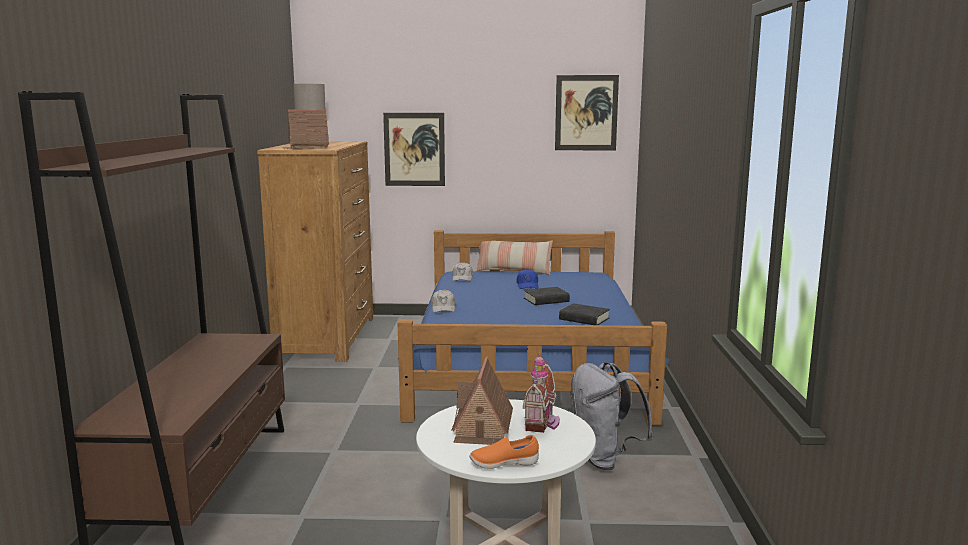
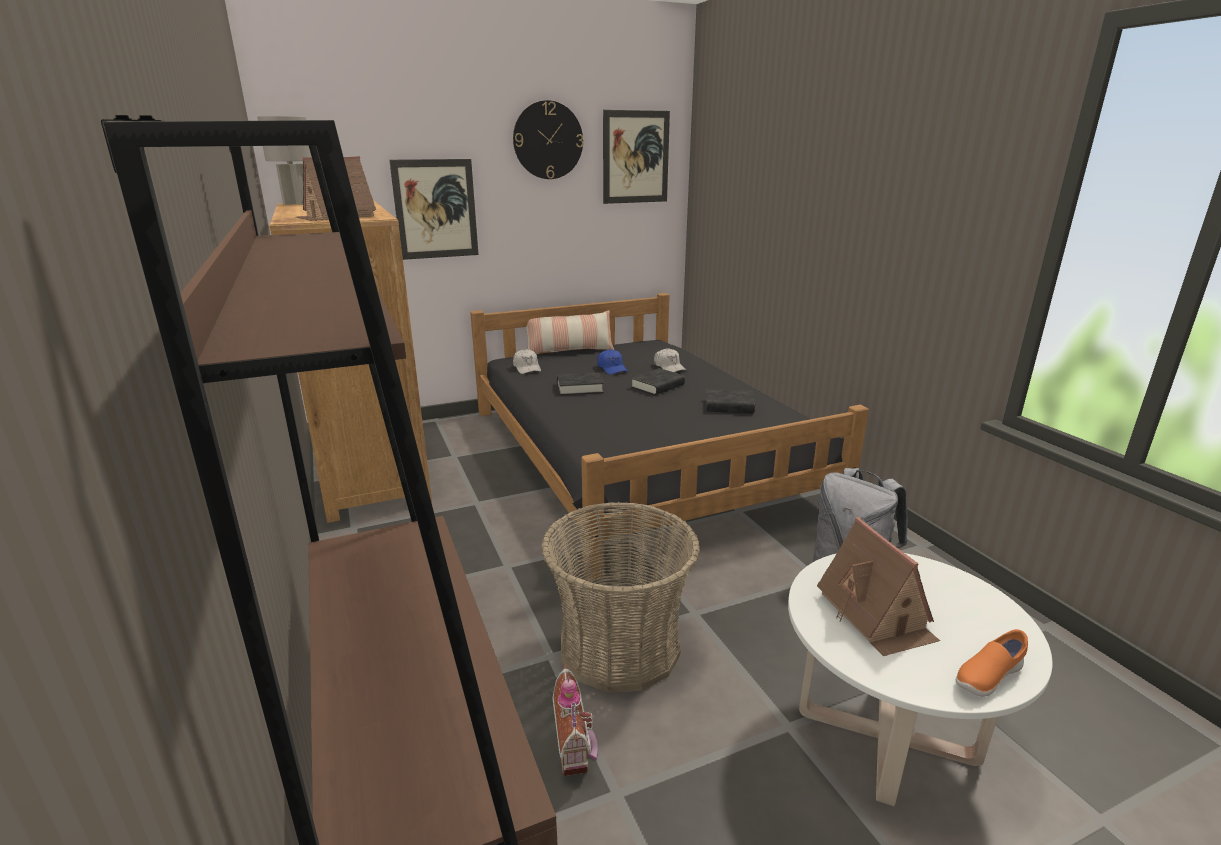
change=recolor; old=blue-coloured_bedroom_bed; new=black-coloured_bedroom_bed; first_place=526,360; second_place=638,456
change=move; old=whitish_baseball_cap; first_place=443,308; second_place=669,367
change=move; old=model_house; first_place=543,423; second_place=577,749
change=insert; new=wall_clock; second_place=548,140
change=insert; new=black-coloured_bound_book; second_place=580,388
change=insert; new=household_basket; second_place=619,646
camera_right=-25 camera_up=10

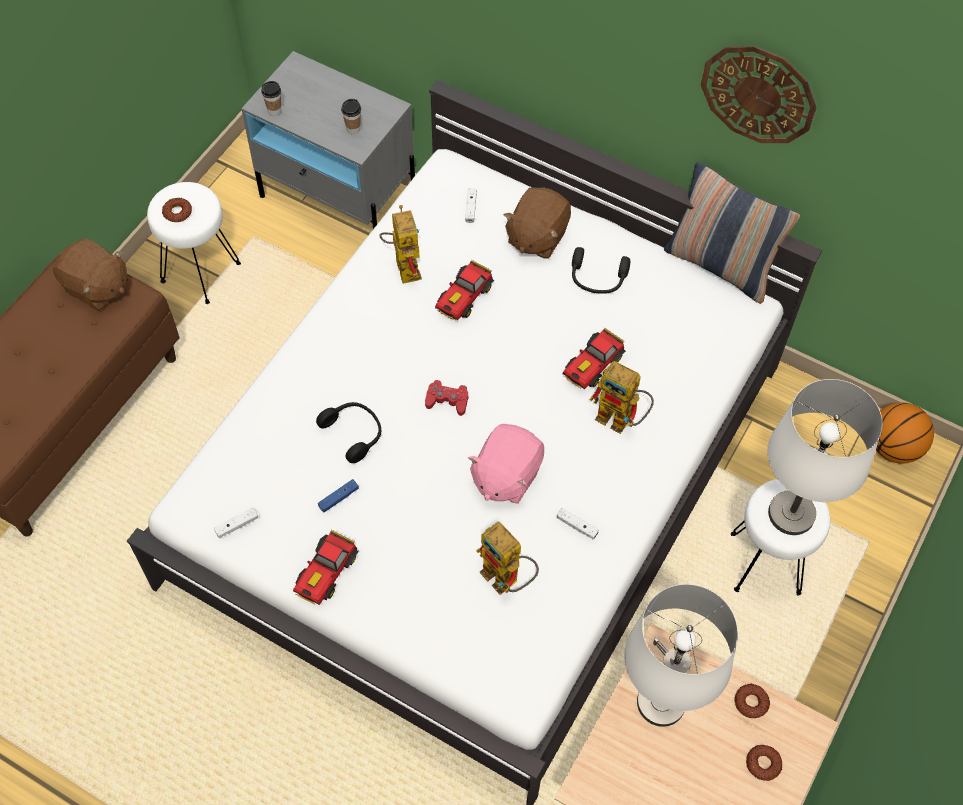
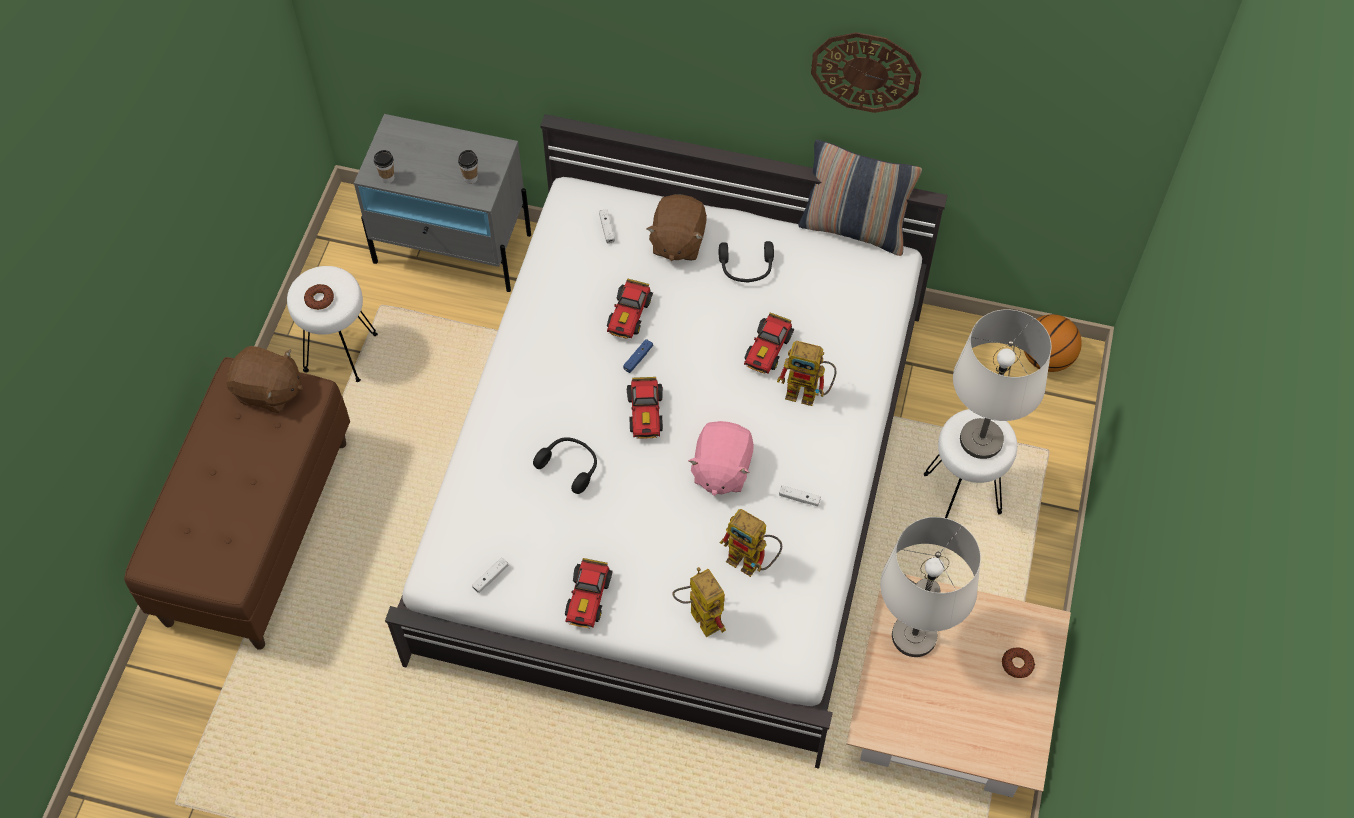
change=move; old=model_robot; first_place=403,265; second_place=699,615
change=replace; old=reddish_gamepad; new=toy_car; first_place=447,400; second_place=645,415
change=move; old=blue-coloured_gamepad; first_place=338,498; second_place=638,358
change=delete; old=ring_doughnut; first_place=751,702
camera_right=-15 camera_up=0

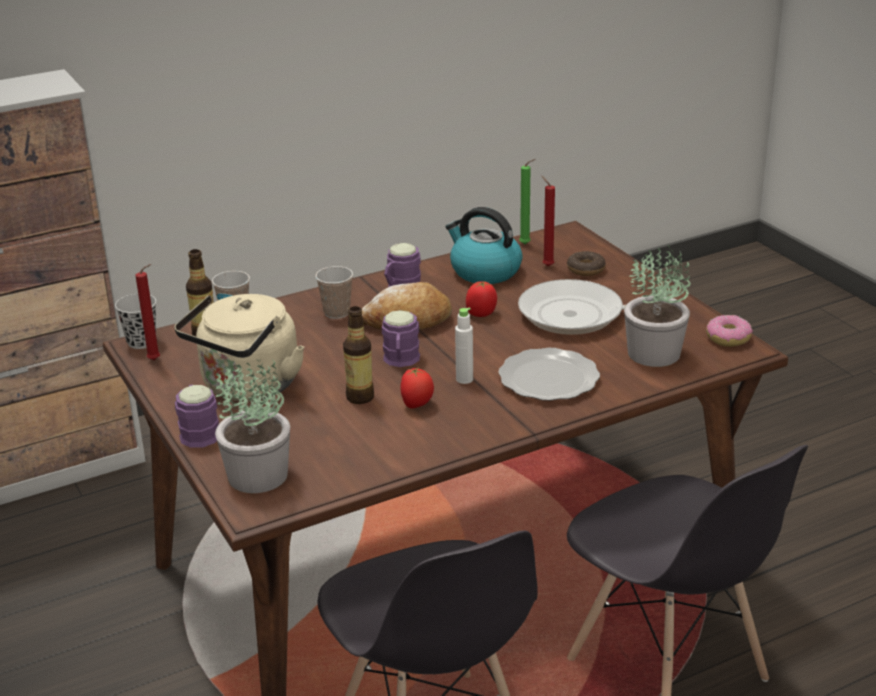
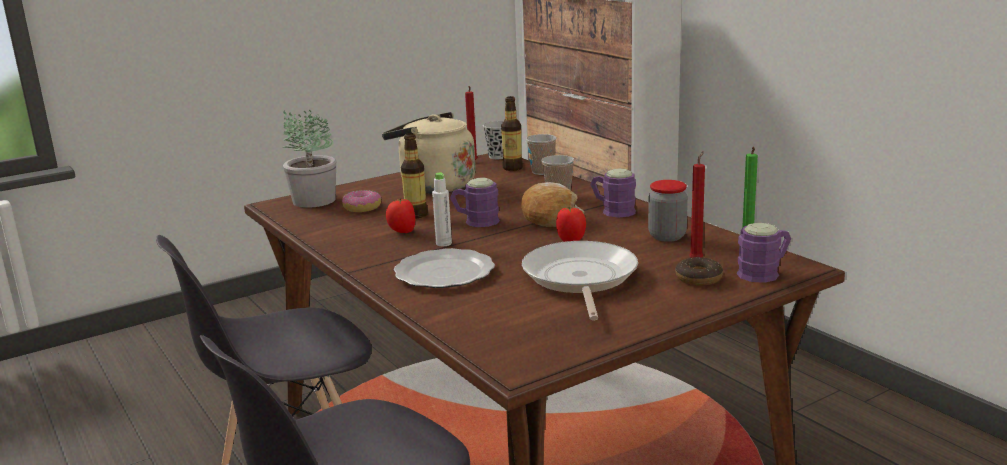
change=replace; old=tea_kettle; new=preserve_jar; first_place=484,271; second_place=667,236
change=delete; old=houseplant; first_place=655,353
change=move; old=ring_doughnut; first_place=728,338; second_place=362,208
change=move; old=purple_coffee_mug; first_place=198,431; second_place=764,273
camera_right=85 camera_up=-10

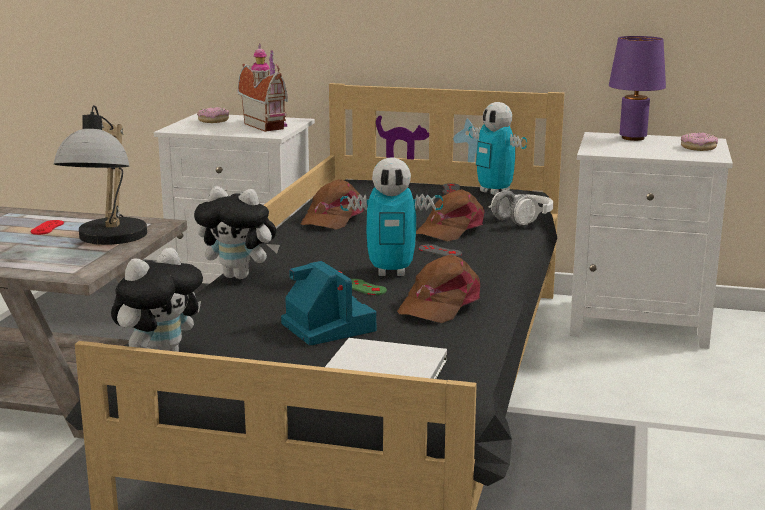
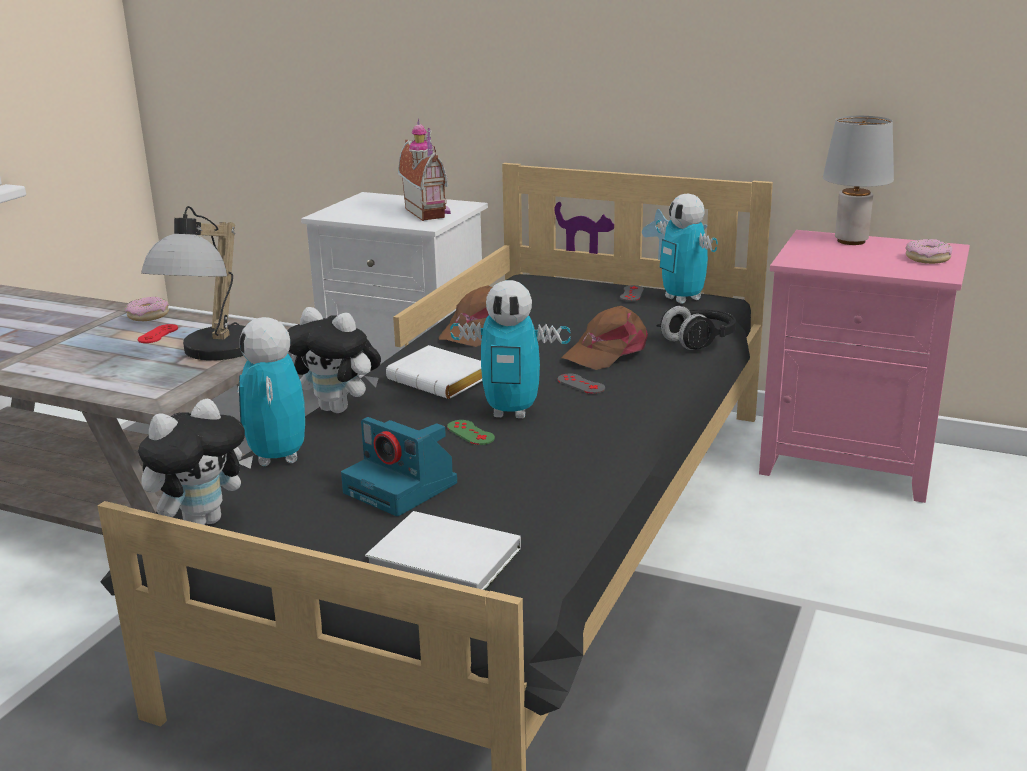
change=recolor; old=purple_lamp_for_a_table; new=greyish_lamp_for_a_table; first_place=632,138; second_place=850,241
change=move; old=ring_doughnut; first_place=213,120; second_place=148,316
change=recolor; old=whitish_nightstand; new=pink-coloured_nightstand; first_place=641,322; second_place=852,460
change=recolor; old=whitish_pair_of_headphones; new=black-coloured_pair_of_headphones; first_place=522,220; second_place=698,342
change=delete; old=brown_baseball_cap; first_place=440,304
change=rotate; old=photo_camera; first_place=326,326; second_place=403,488; degrees=150
change=insert; new=model_robot; second_place=278,458
change=insert; new=whitish_bound_book; second_place=442,381
camera_right=10 camera_up=5

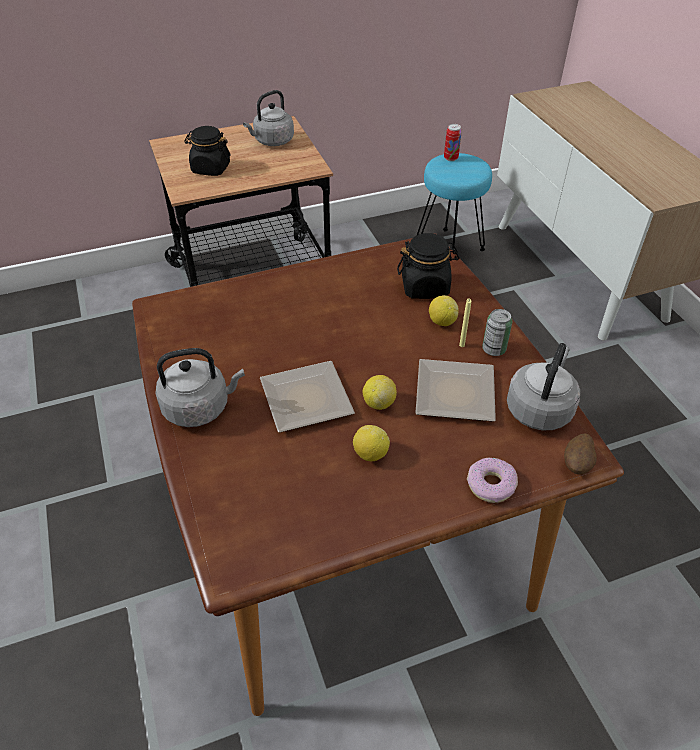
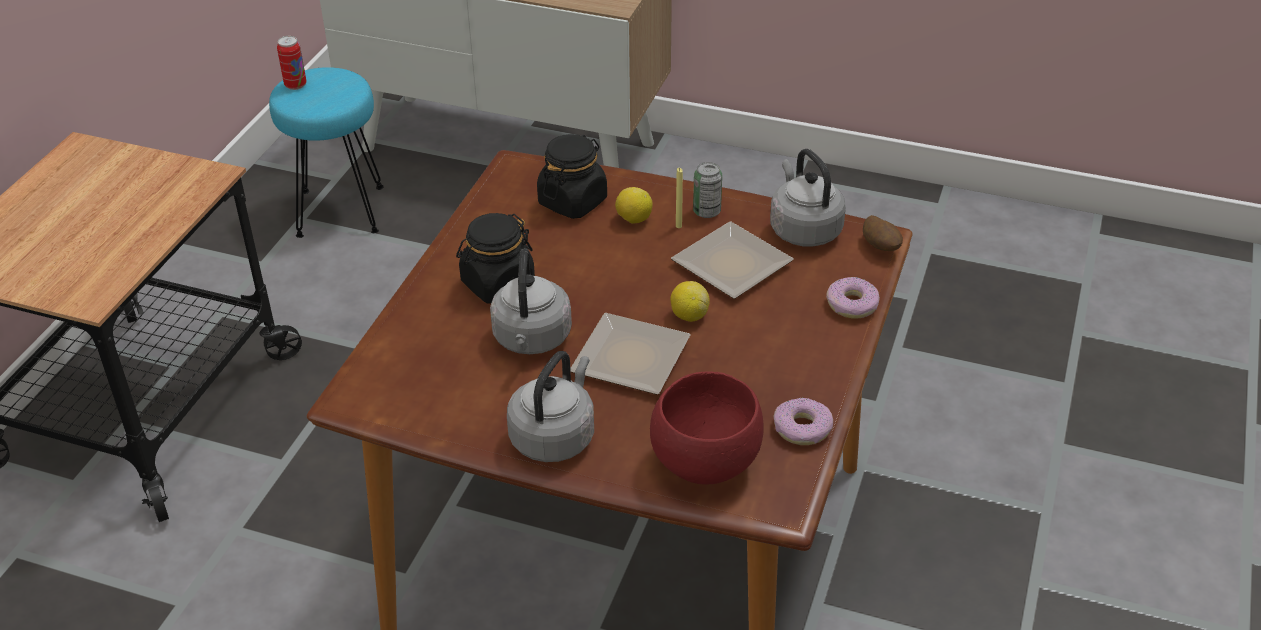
change=move; old=greyish_tea_kettle; first_place=272,141; second_place=531,340
change=move; old=black-coloured_preserve_jar; first_place=210,168; second_place=497,284
change=delete; old=whole_lemon; first_place=370,454
change=insert; new=reddish_bowl; second_place=702,463
change=insert; new=ring_doughnut; second_place=802,429
camera_right=-50 camera_up=-5

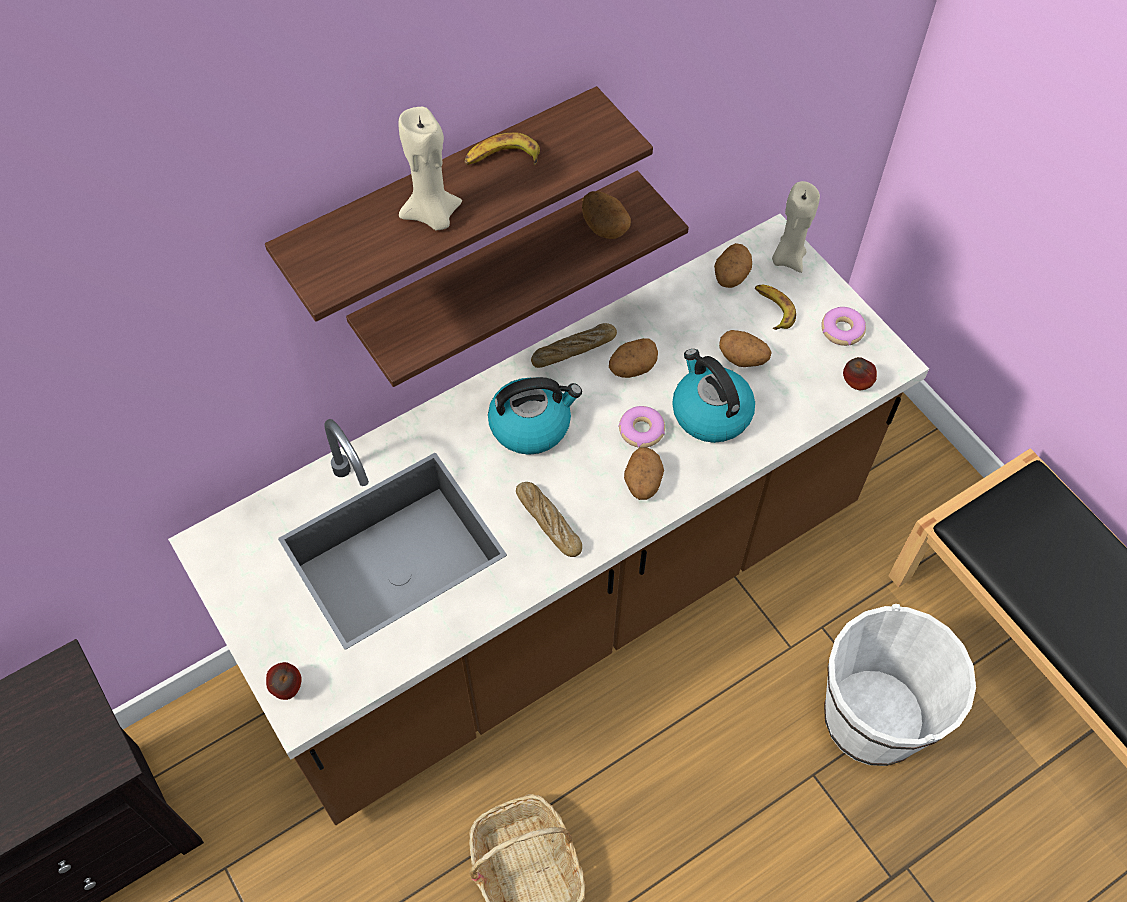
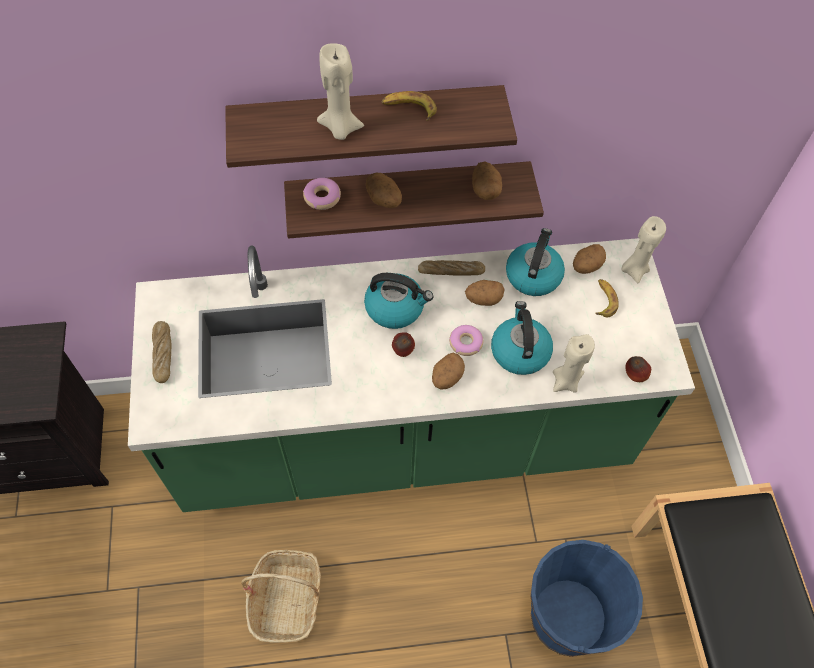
change=recolor; old=brown_kitchen_base_unit; new=green_kitchen_base_unit; first_place=563,595; second_place=404,436
change=move; old=ring_doughnut; first_place=842,330; second_place=322,197
change=move; old=spud; first_place=743,358; second_place=384,200
change=move; old=baked_bread; first_place=548,522; second_place=163,354
change=recolor; old=whitish_pail; new=blue-coloured_pail; first_place=872,718; second_place=567,617
change=move; old=whole_apple; first_place=287,689; second_place=403,351
change=insert; new=tea_kettle; second_place=533,275
change=insert; new=beige_candle; second_place=566,381
camera_right=25 camera_up=0

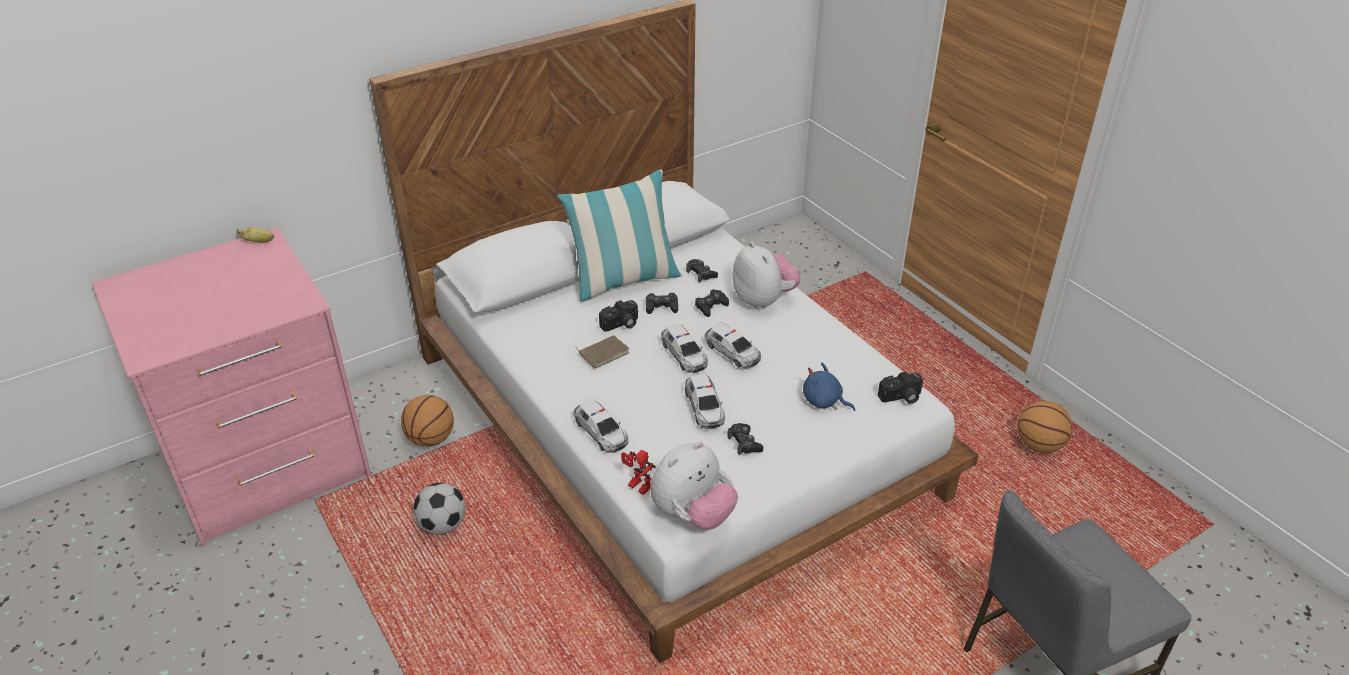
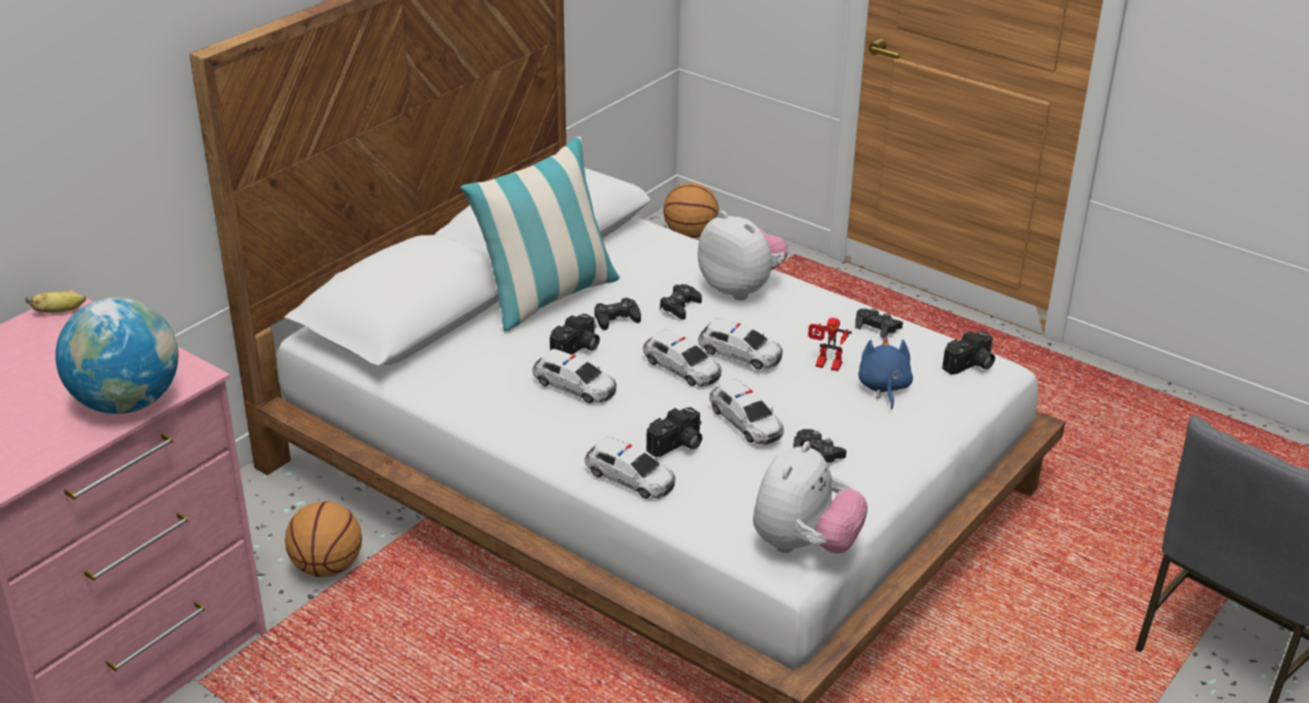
change=move; old=black-coloured_gamepad; first_place=701,274; second_place=877,327
change=replace; old=brown_bound_book; new=toy_car; first_place=603,353; second_place=575,386
change=rotate; old=blue-coloured_soft_toy; first_place=824,401; second_place=883,388; degrees=75
change=move; old=basketball; first_place=1039,445; second_place=690,234
change=move; old=model_robot; first_place=636,487; second_place=826,366
change=delete; old=football_ball; first_place=443,525
change=insert; new=globe; second_place=127,403
change=insert; new=photo_camera; second_place=677,445
camera_right=-20 camera_up=-5

